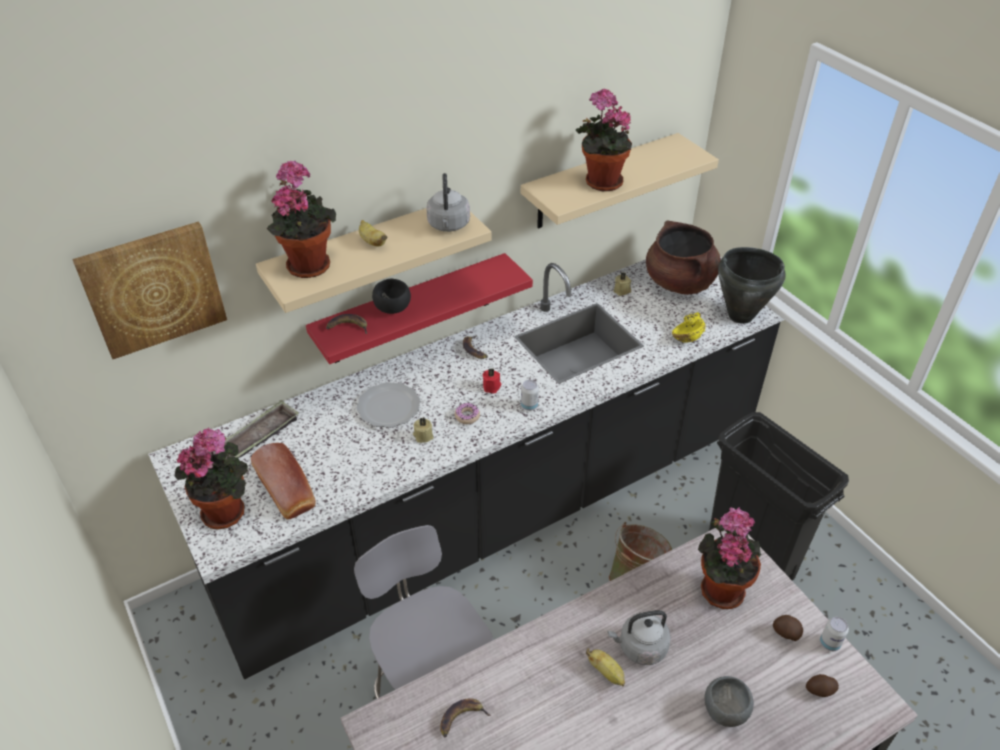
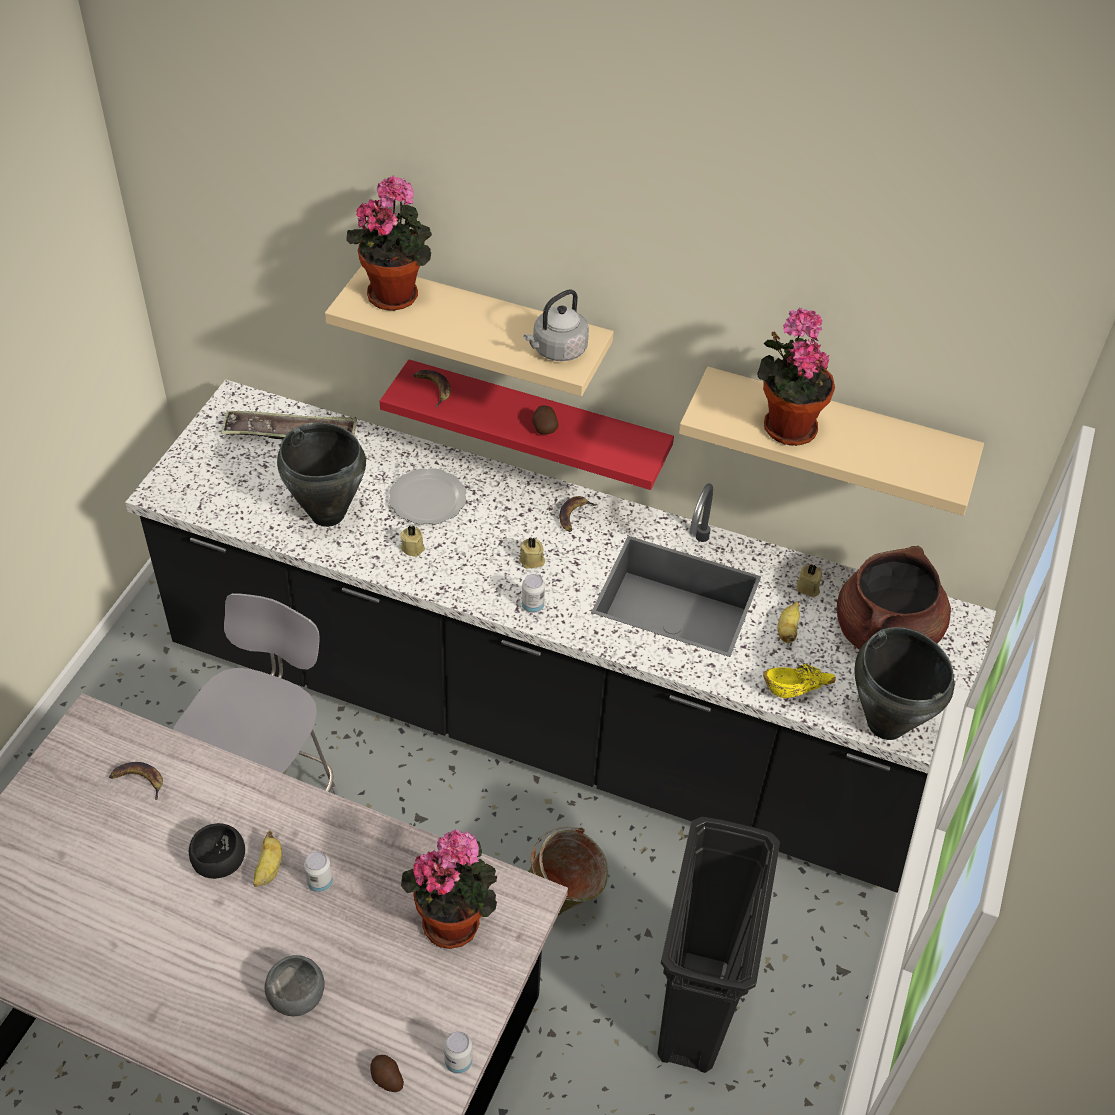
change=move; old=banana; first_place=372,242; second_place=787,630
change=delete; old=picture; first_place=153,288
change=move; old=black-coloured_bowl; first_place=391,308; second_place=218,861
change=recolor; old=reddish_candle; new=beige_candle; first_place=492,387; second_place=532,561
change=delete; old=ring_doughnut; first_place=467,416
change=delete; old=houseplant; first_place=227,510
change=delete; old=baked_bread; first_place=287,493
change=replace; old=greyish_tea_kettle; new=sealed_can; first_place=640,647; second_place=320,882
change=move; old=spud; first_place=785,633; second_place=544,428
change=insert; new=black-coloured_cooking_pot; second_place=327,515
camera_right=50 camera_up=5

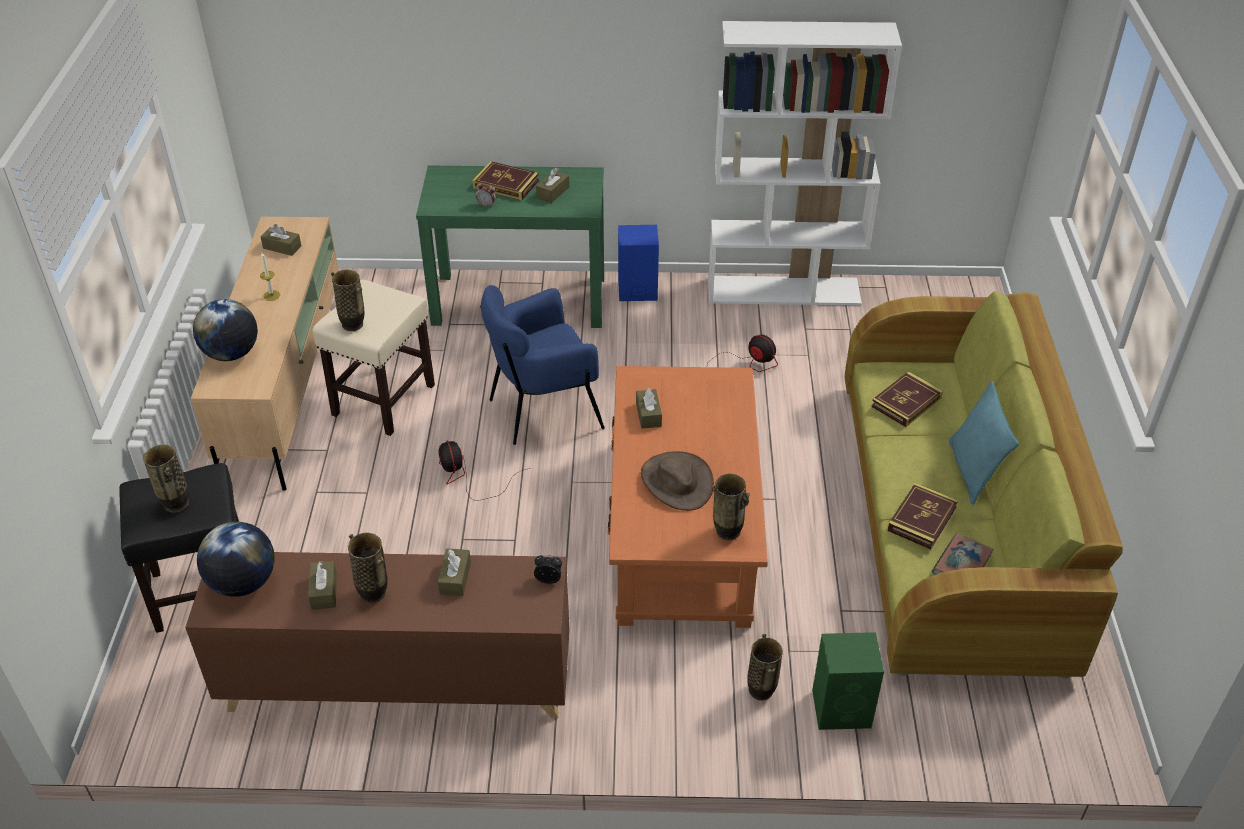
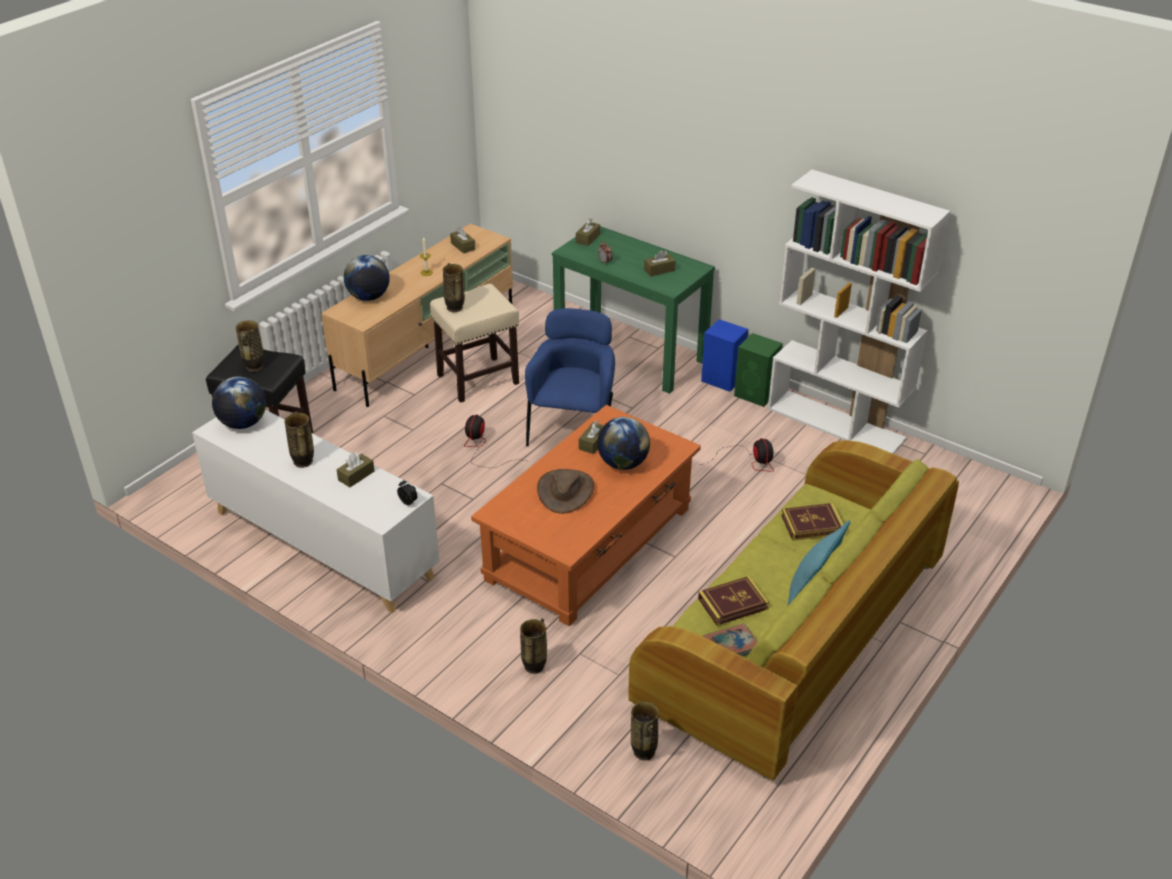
change=delete; old=bound_book; first_place=506,184
change=rotate; old=blue-coloured_lounge_chair; first_place=543,409; second_place=574,429; degrees=90
change=move; old=decorative_vase; first_place=728,532; second_place=644,752
change=recolor; old=brown_cabinet; new=whitish_cabinet; first_place=397,681; second_place=322,544
change=move; old=brown_box_of_tissues; first_place=324,591; second_place=588,238
change=move; old=green_loudspeaker; first_place=843,709; second_place=756,394
change=insert; new=globe; second_place=623,463
camera_right=35 camera_up=-5

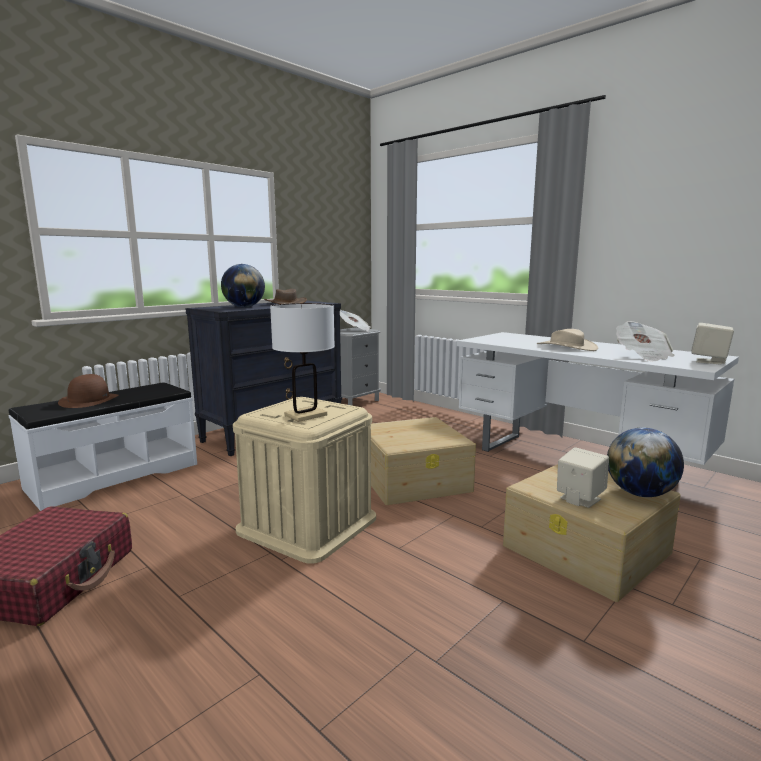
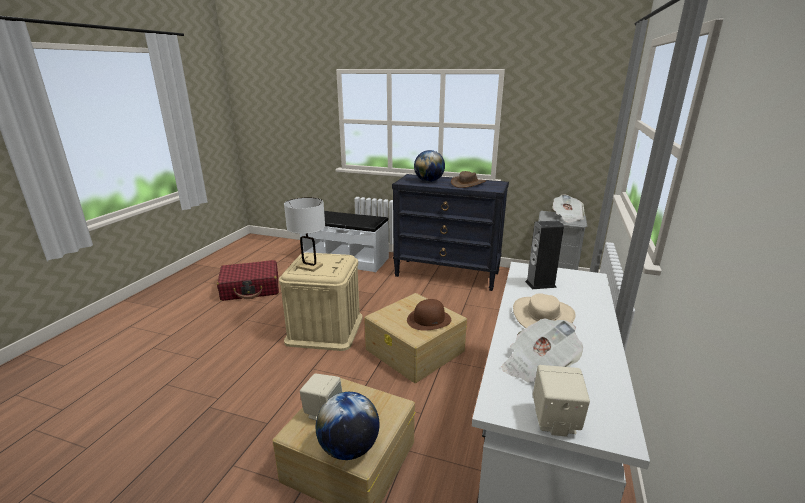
change=move; old=brown_hat; first_place=89,400; second_place=429,319
change=insert; new=loudspeaker; second_place=540,284
camera_right=65 camera_up=10

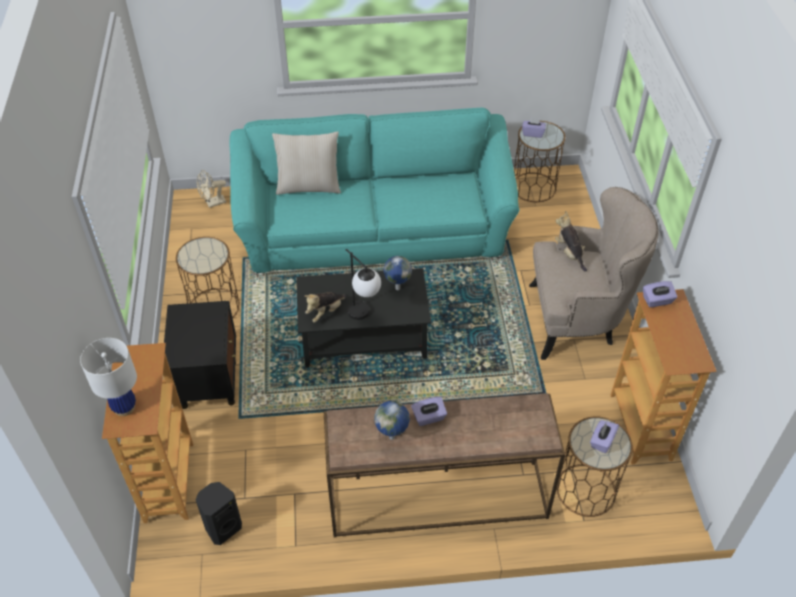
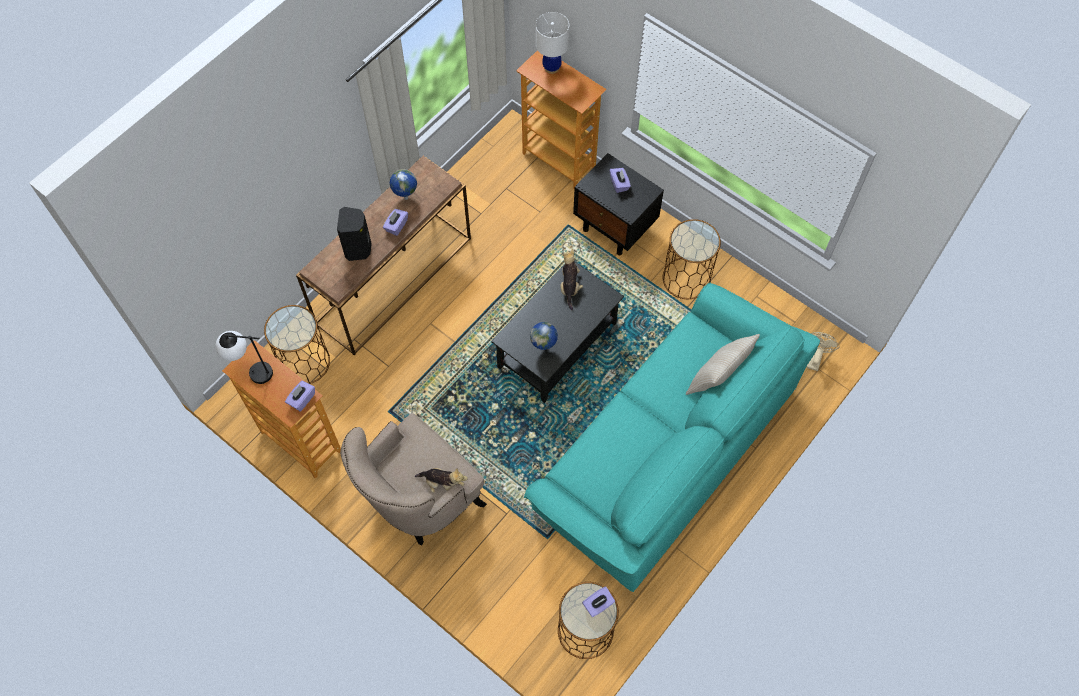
change=move; old=lamp_for_a_table; first_place=364,317; second_place=251,373
change=move; old=purple_box_of_tissues; first_place=602,441; second_place=619,184
change=move; old=black-coloured_loudspeaker; first_place=222,528; second_place=358,249
camera_right=135 camera_up=15

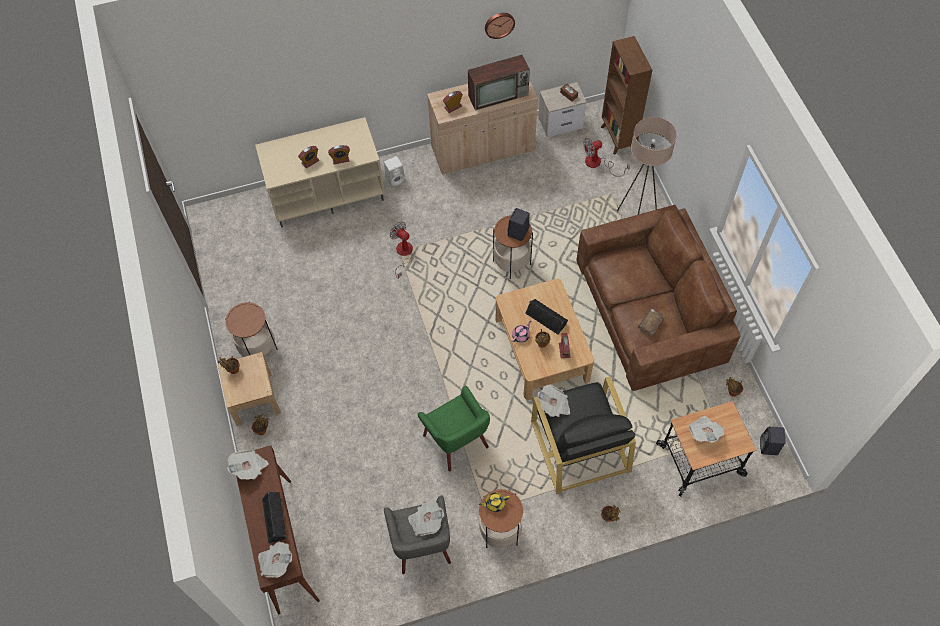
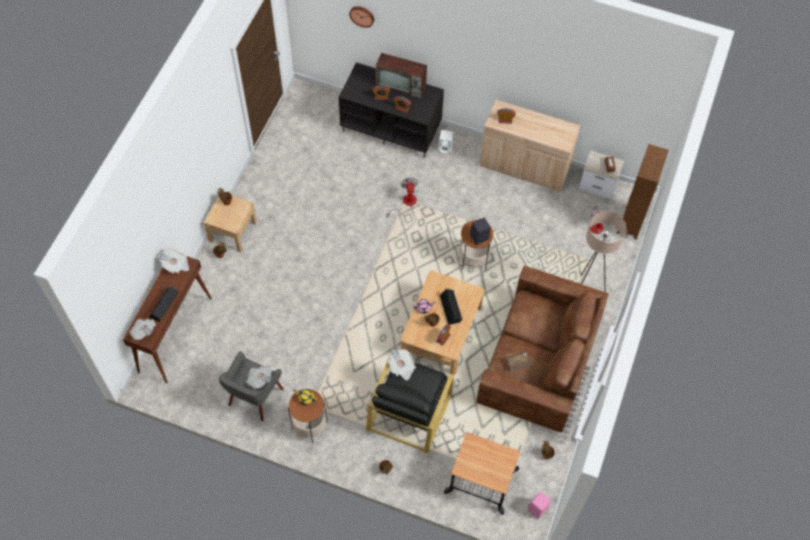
change=move; old=wall_clock; first_place=499,24; second_place=362,15
change=move; old=TV_set; first_place=499,94; second_place=402,85
change=recolor; old=beige_tv_stand; new=black-coloured_tv_stand; first_place=327,193; second_place=392,128
change=delete; old=side_table; first_place=258,348
change=delete; old=green_lounge_chair; first_place=457,441
change=delete; old=printed_paper; first_place=704,432
change=recolor; old=black-coloured_loudspeaker; new=pink-coloured_loudspeaker; first_place=769,447; second_place=537,509
camera_right=35 camera_up=0

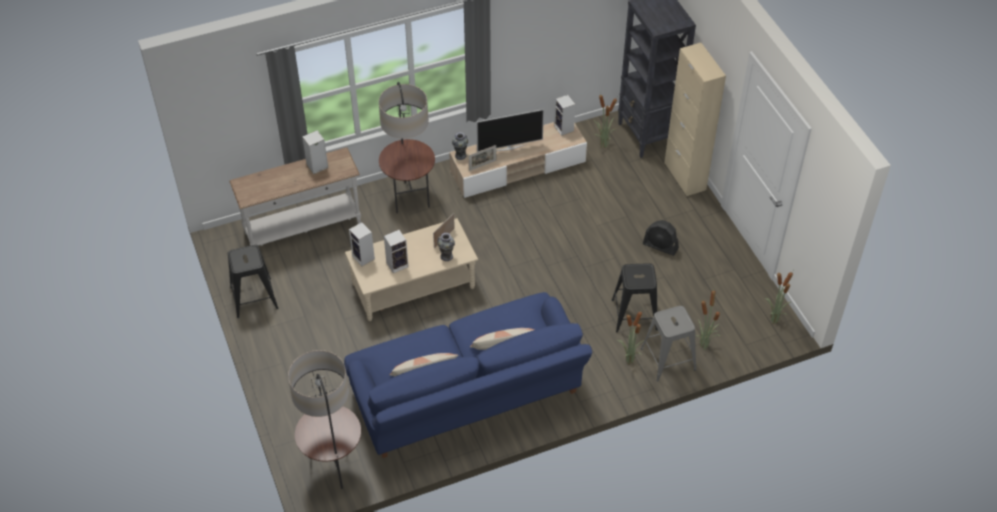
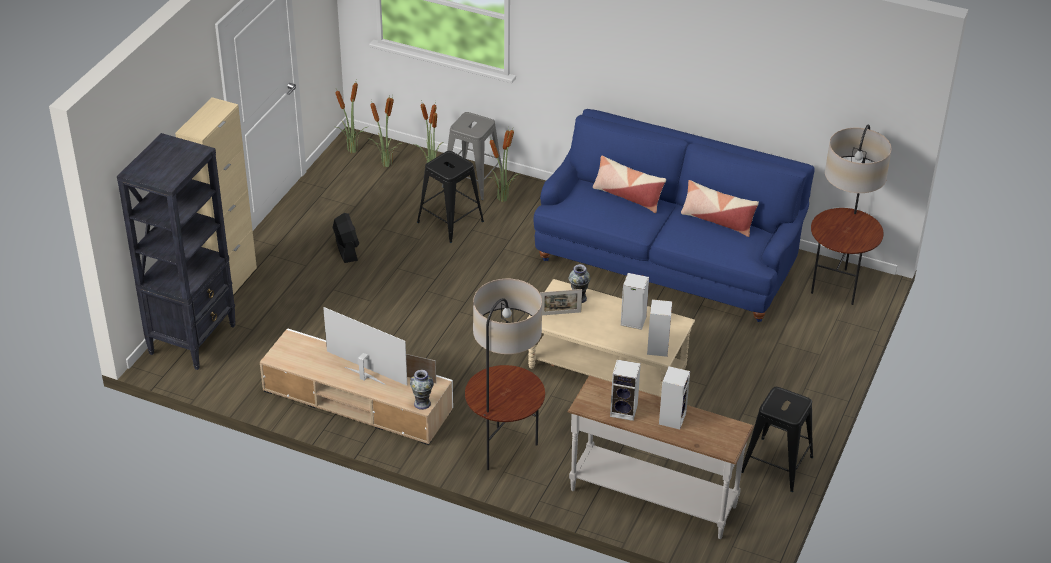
change=move; old=houseplant; first_place=603,145; second_place=386,165
change=move; old=loudspeaker; first_place=564,129; second_place=672,418
camera_right=-135 camera_up=-10

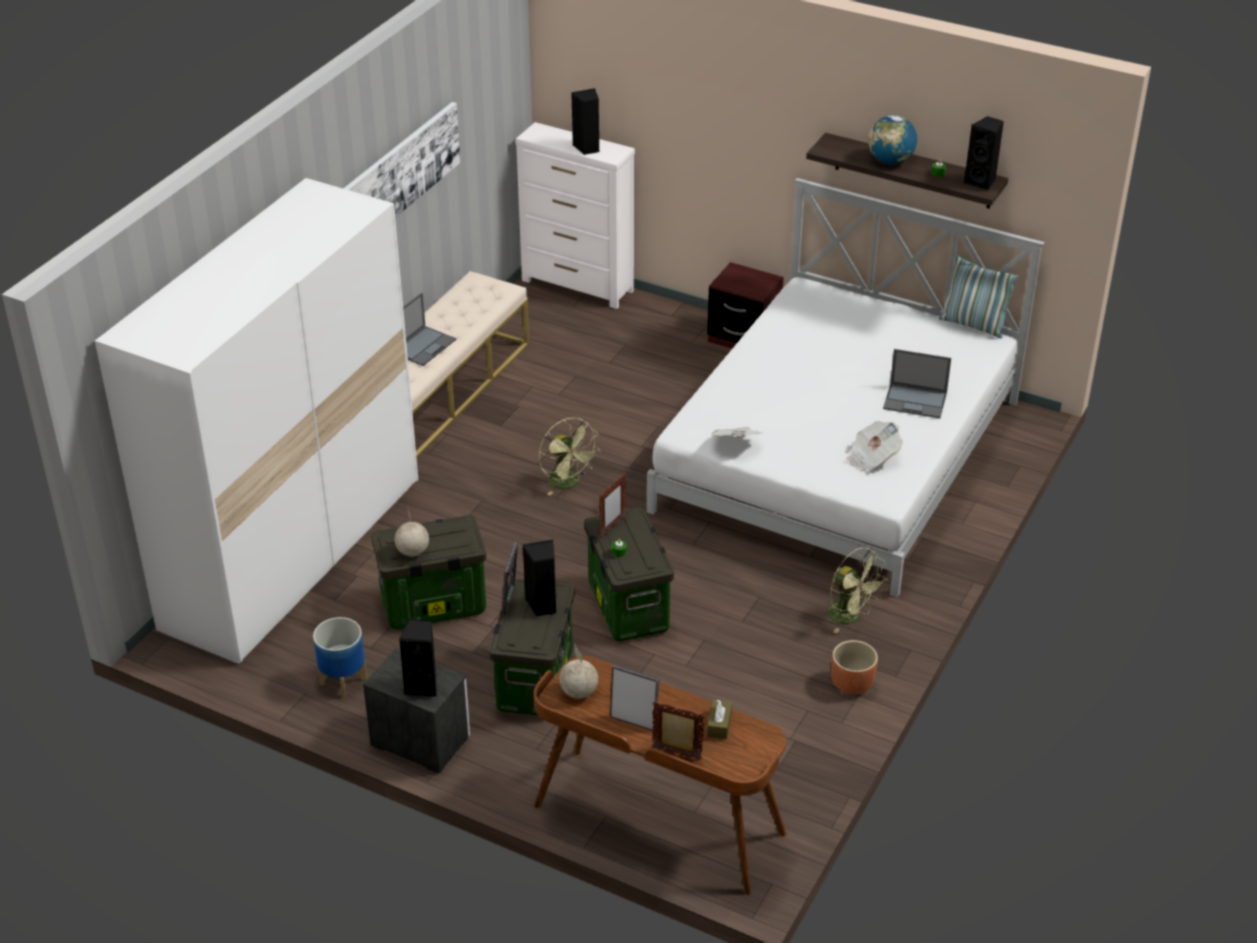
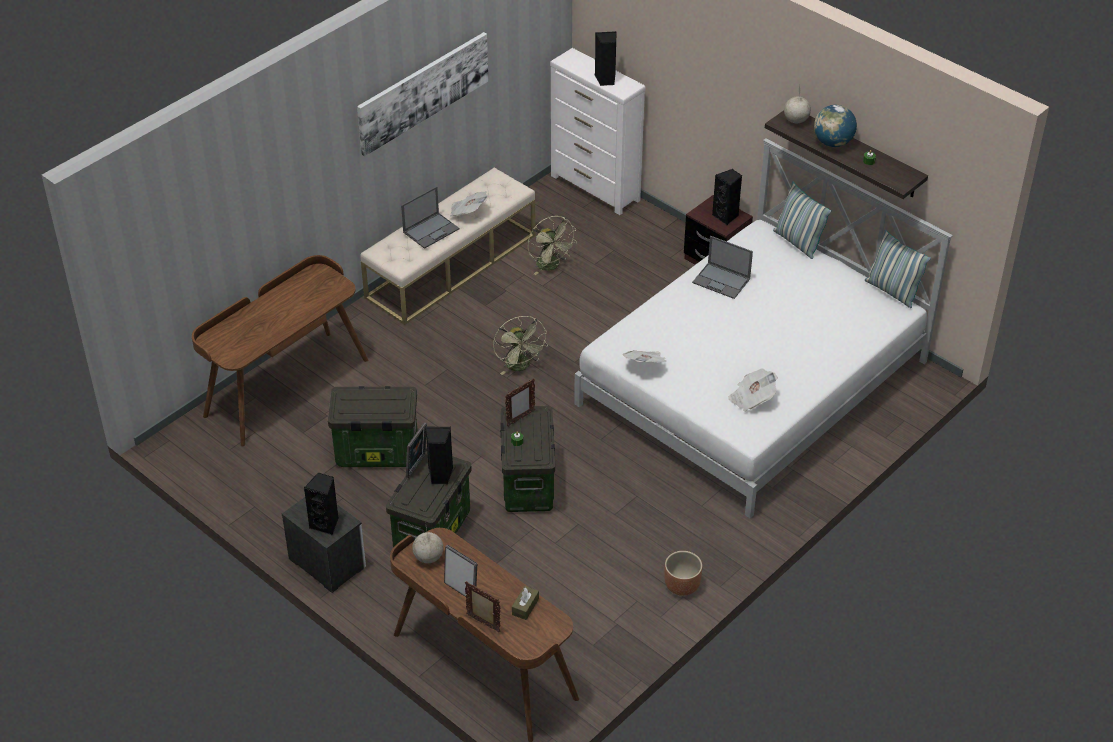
change=move; old=black-coloured_loudspeaker; first_place=981,182; second_place=726,216
change=replace; old=whitish_armoire; new=brown_desk_unit; first_place=293,553; second_place=285,387
change=move; old=laptop; first_place=916,401; second_place=722,281
change=move; old=globe; first_place=412,552; second_place=795,121
change=move; old=green_fan; first_place=850,617; second_place=551,266
change=delete; old=plant_pot; first_place=342,681
change=insert; new=throw_pillow; second_place=797,242
change=insert; new=printed_paper; second_place=468,212
camera_right=15 camera_up=5

